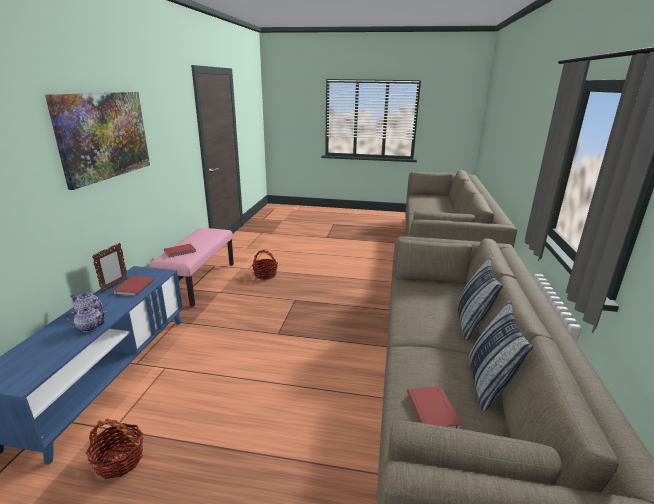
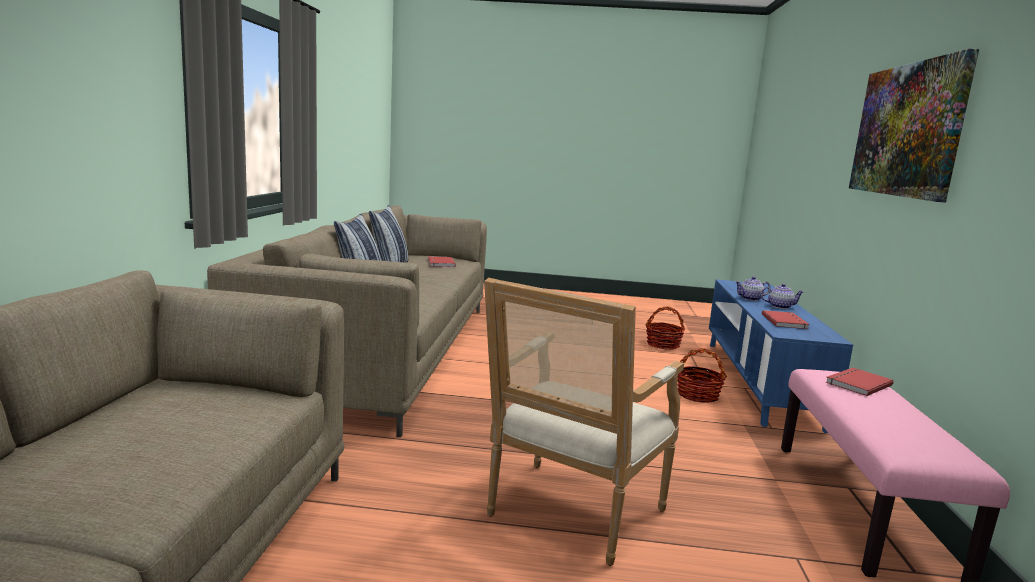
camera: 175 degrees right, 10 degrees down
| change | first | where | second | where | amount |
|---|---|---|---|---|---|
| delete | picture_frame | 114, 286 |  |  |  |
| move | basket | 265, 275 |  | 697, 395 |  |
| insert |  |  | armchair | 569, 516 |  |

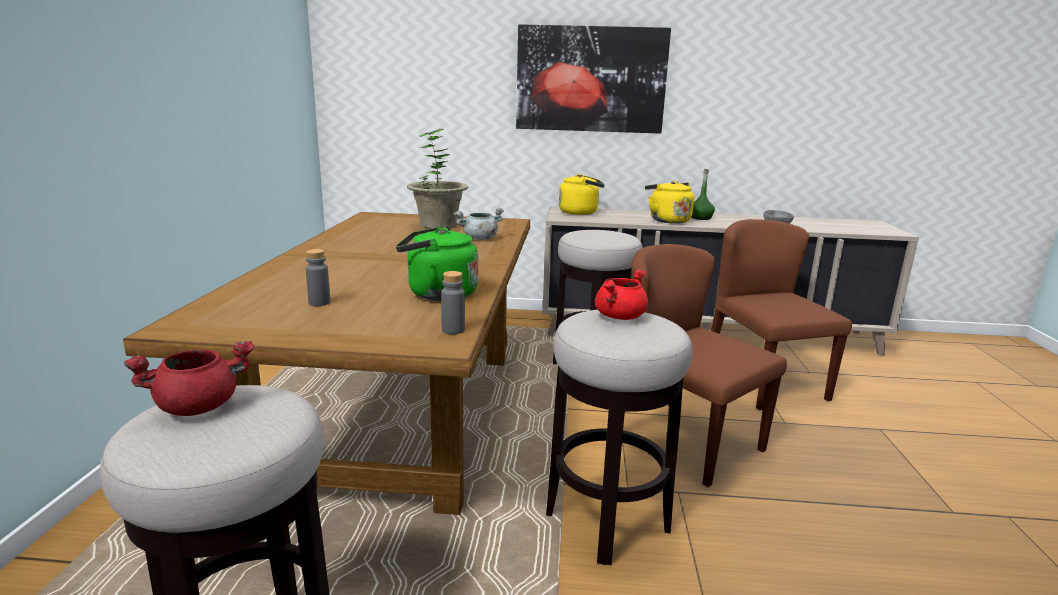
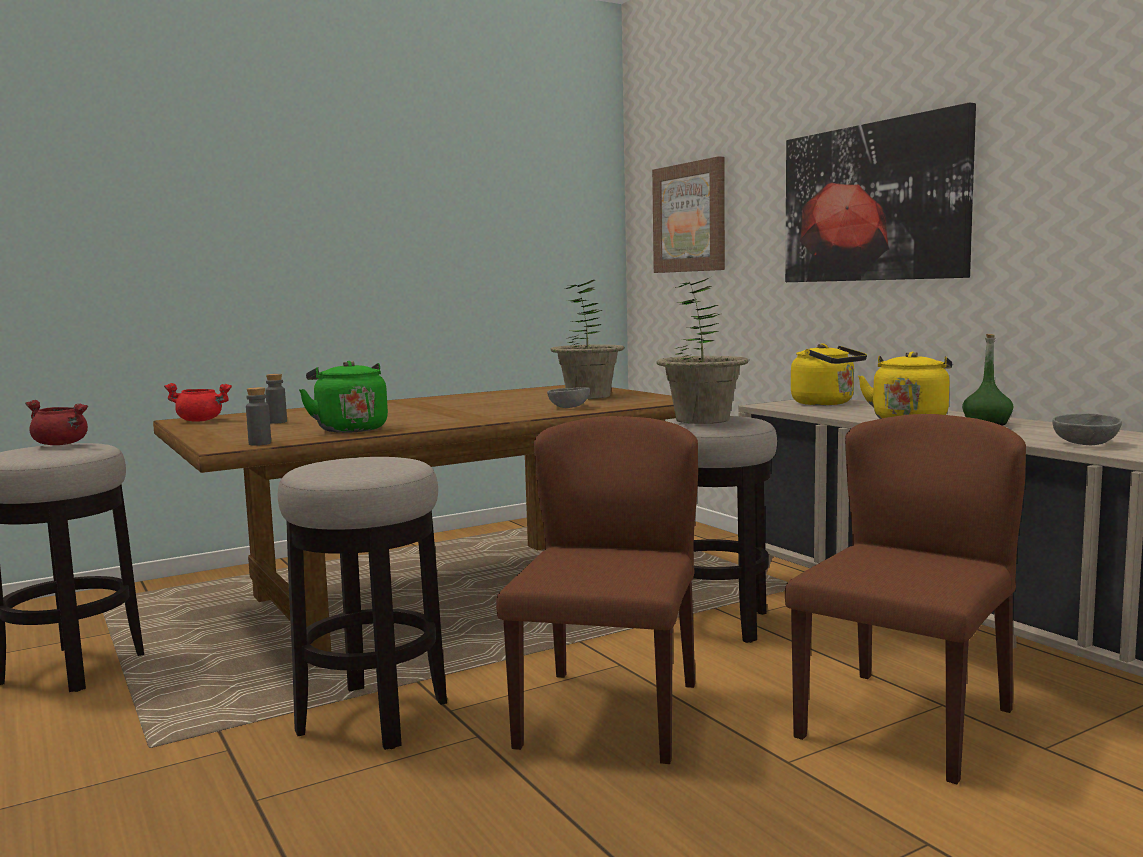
camera: 55 degrees right, 10 degrees down
| change | first | where | second | where | amount |
|---|---|---|---|---|---|
| replace | grey_cooking_pot | 479, 238 | grey_bowl | 568, 407 |  |
| move | red_cooking_pot | 619, 316 |  | 201, 421 |  |
| insert |  |  | picture | 690, 218 |  |
| insert |  |  | potted_plant | 702, 420 |  |

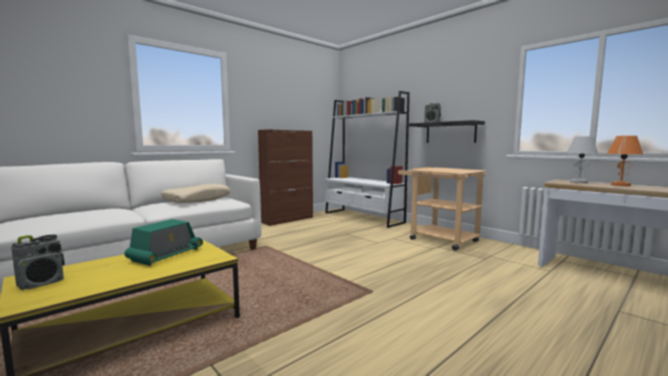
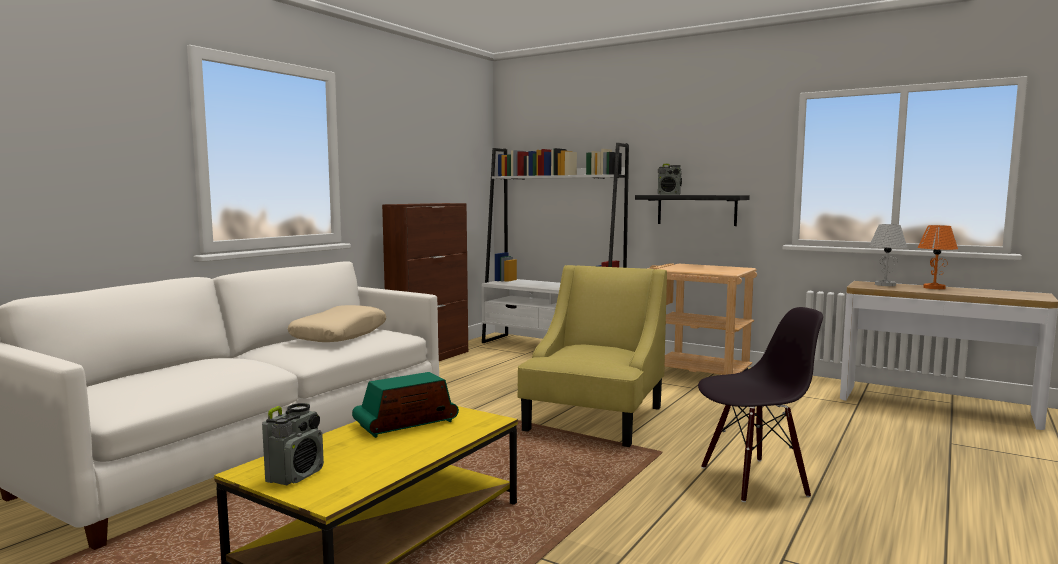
camera: 15 degrees left, 0 degrees up
| change | first | where | second | where | amount |
|---|---|---|---|---|---|
| rotate | radio | 166, 255 |  | 406, 423 | 135 degrees counterclockwise |
| insert |  |  | yellow_armchair | 594, 419 |  |
| insert |  |  | black_chair | 753, 480 |  |

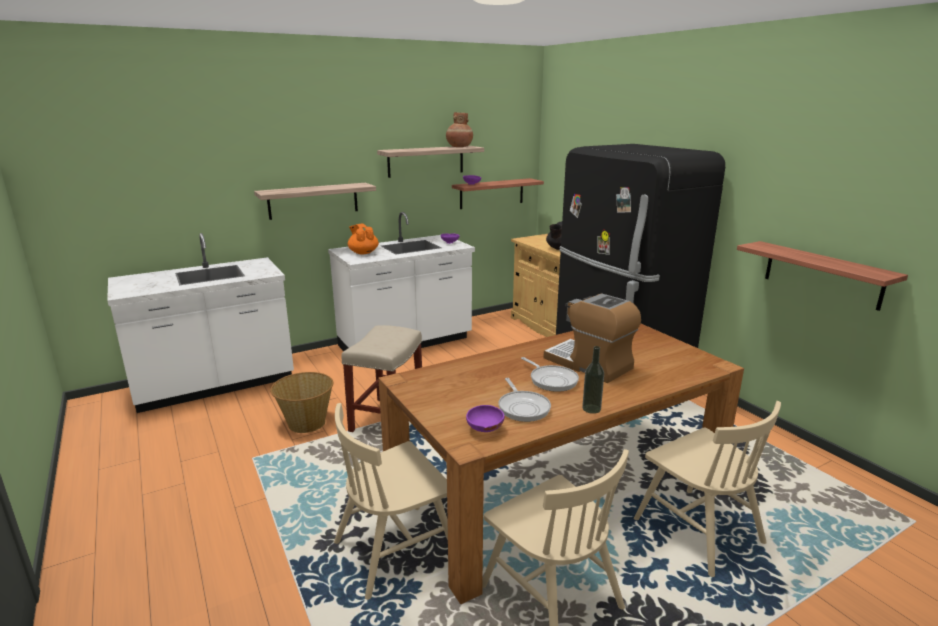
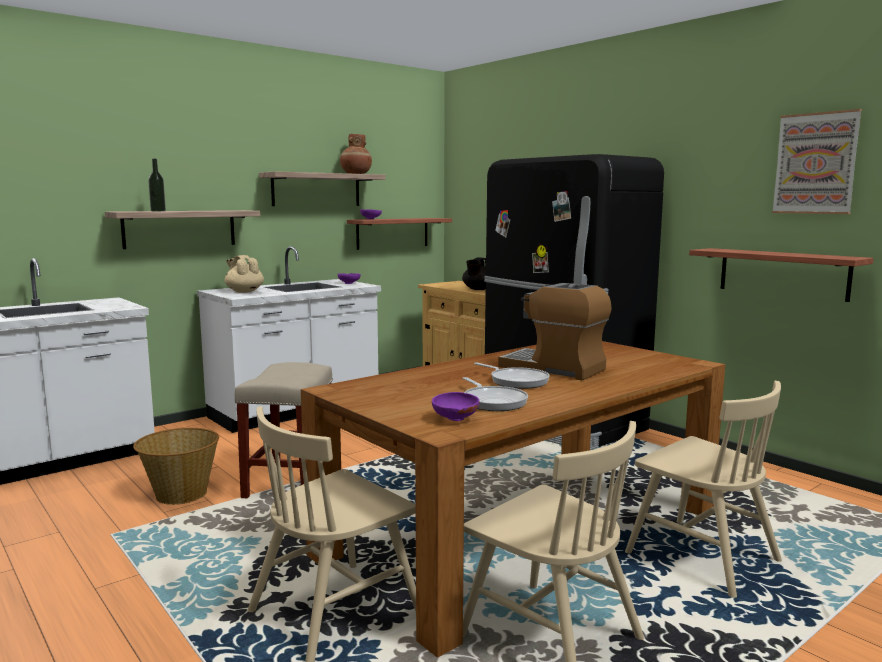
camera: 10 degrees left, 10 degrees down
| change | first | where | second | where | amount |
|---|---|---|---|---|---|
| recolor | orange_teapot | 363, 253 | beige_teapot | 244, 291 |  |
| move | bottle | 591, 409 |  | 158, 211 |  |
| insert |  |  | picture | 815, 163 |  |

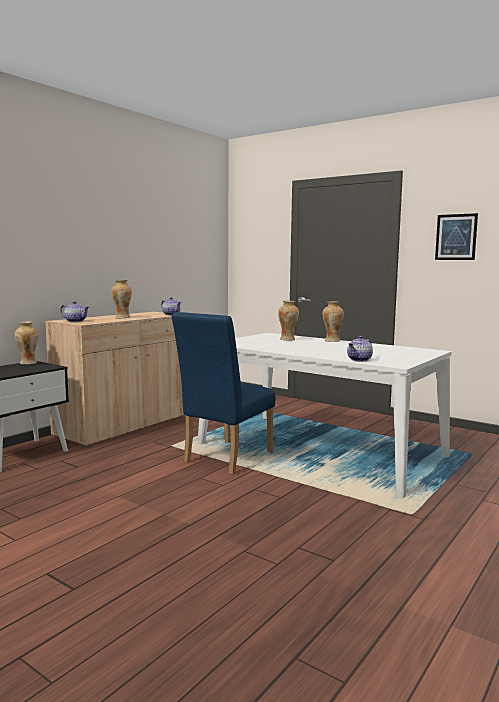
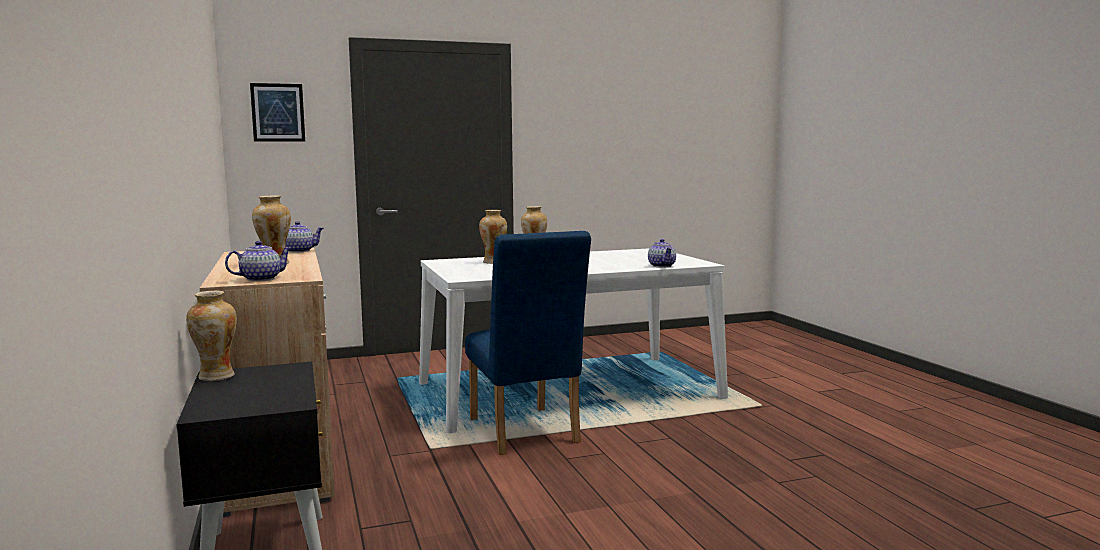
camera: 55 degrees left, 0 degrees up
| change | first | where | second | where | amount |
|---|---|---|---|---|---|
| move | picture | 456, 237 |  | 278, 112 |  |

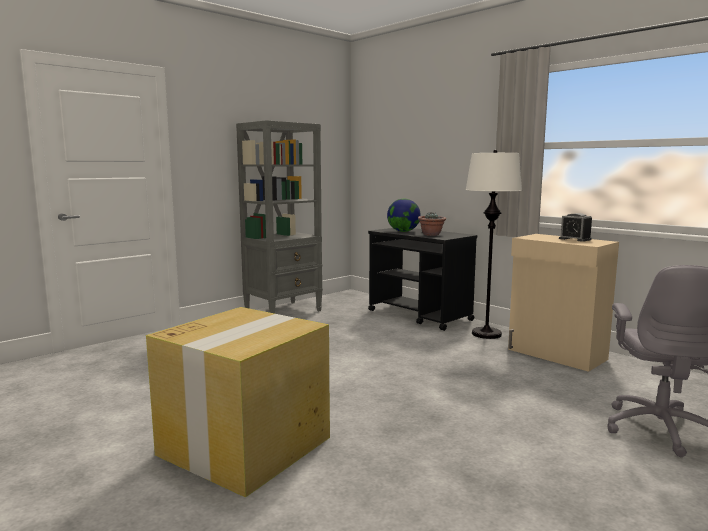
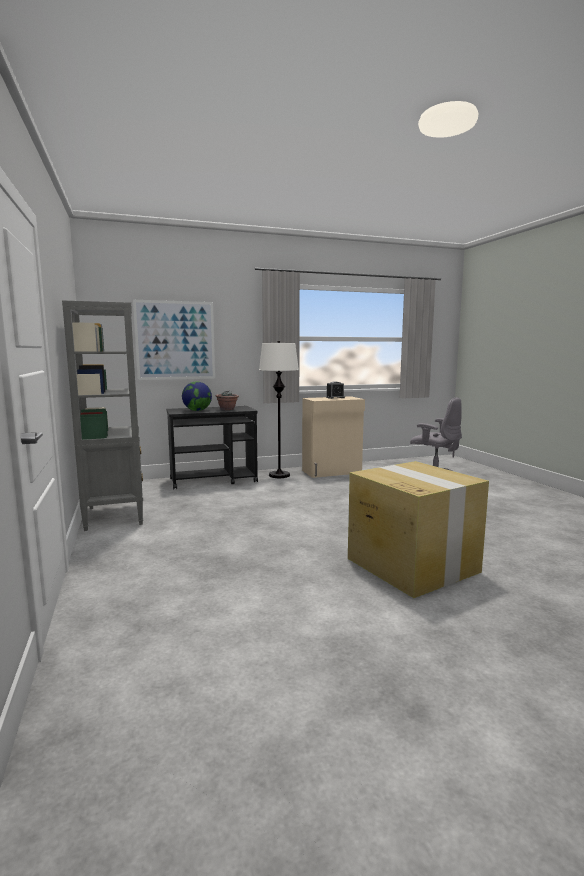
camera: 65 degrees left, 0 degrees up
| change | first | where | second | where | amount |
|---|---|---|---|---|---|
| insert |  |  | picture | 175, 340 |  |

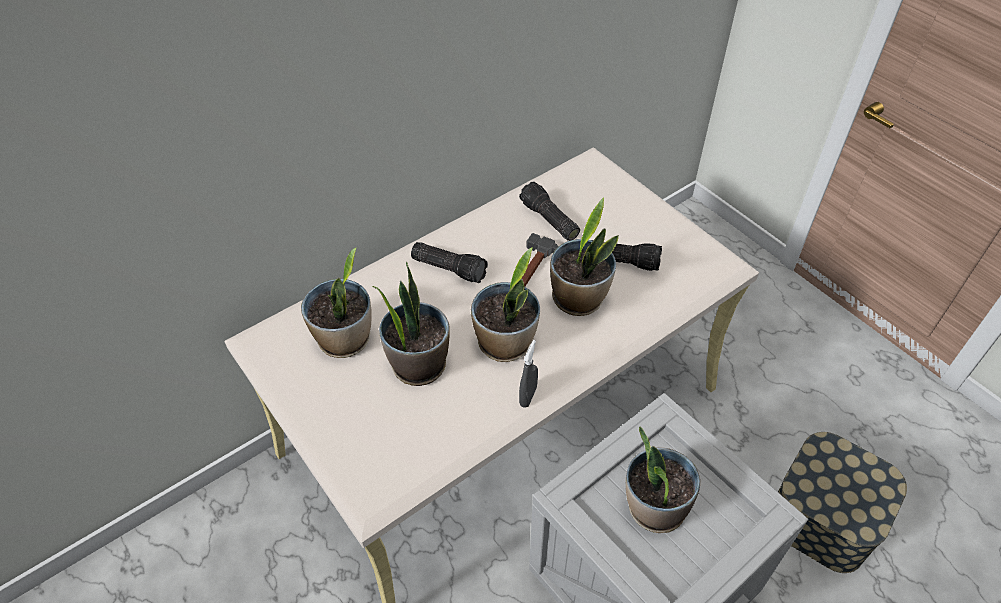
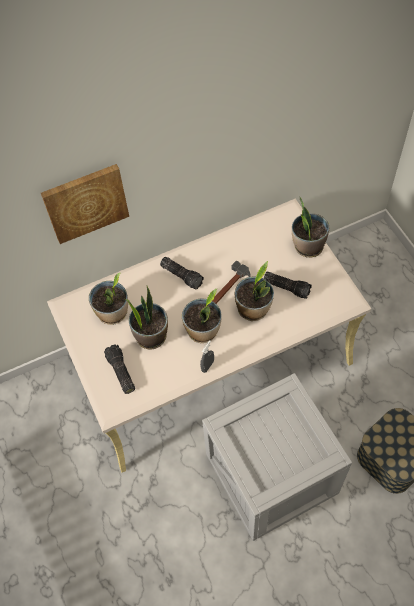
camera: 15 degrees right, 10 degrees up
| change | first | where | second | where | amount |
|---|---|---|---|---|---|
| move | flashlight | 548, 220 |  | 120, 372 |  |
| move | potted_plant | 654, 508 |  | 307, 246 |  |
| insert |  |  | picture | 86, 202 |  |

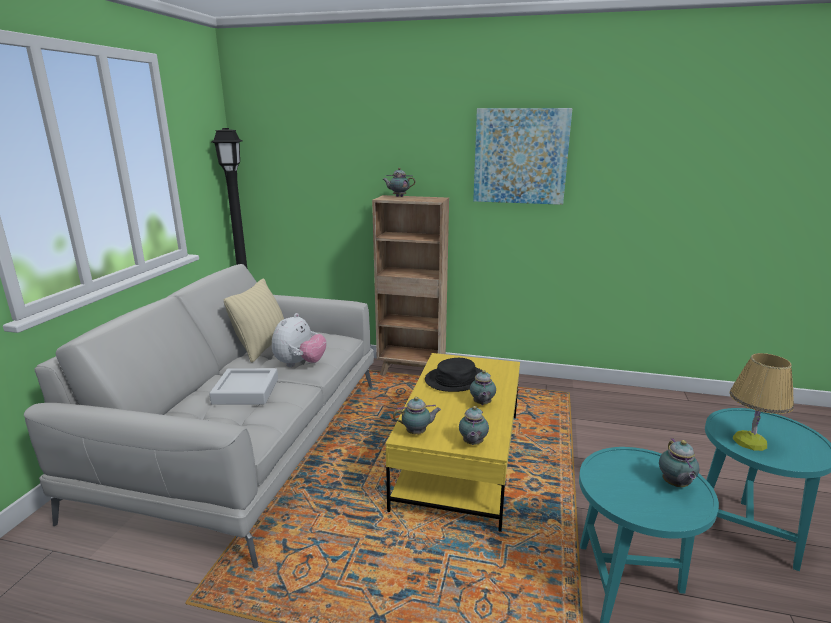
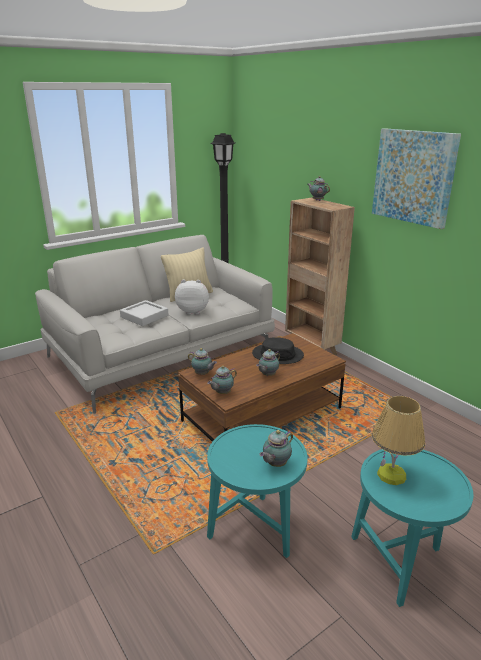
camera: 40 degrees right, 5 degrees up
| change | first | where | second | where | amount |
|---|---|---|---|---|---|
| rotate | plush_toy | 300, 364 |  | 193, 311 | 150 degrees counterclockwise |
| recolor | yellow_coffee_table | 459, 459 | brown_coffee_table | 262, 414 |  |

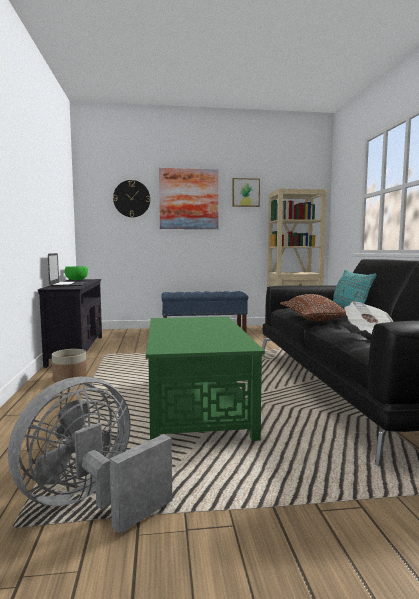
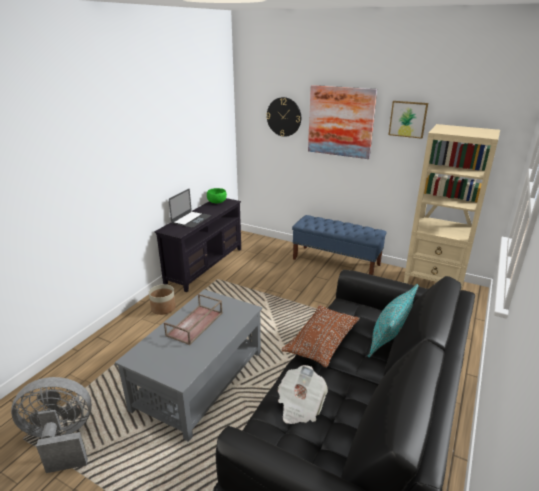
camera: 35 degrees right, 20 degrees up
| change | first | where | second | where | amount |
|---|---|---|---|---|---|
| recolor | green_coffee_table | 196, 406 | grey_coffee_table | 199, 380 |  |
| insert |  |  | brown_tray | 195, 324 |  |

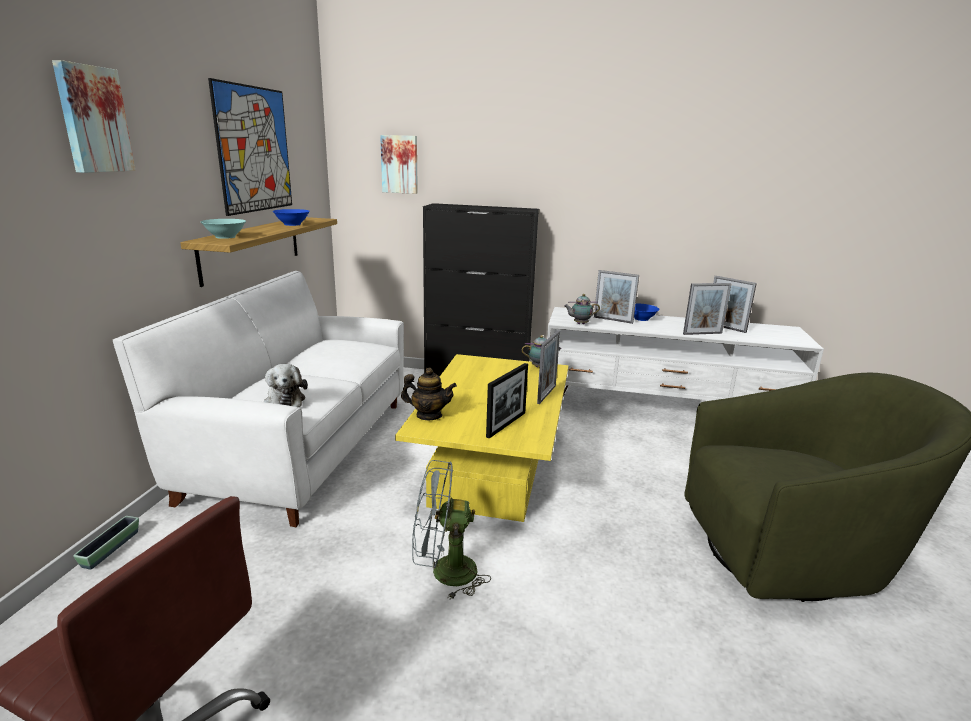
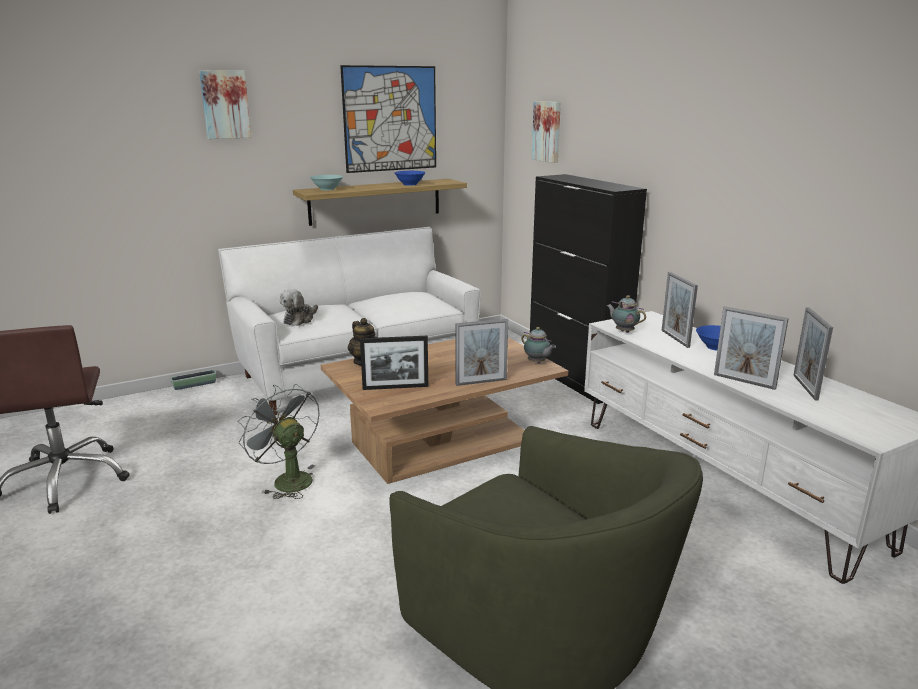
camera: 50 degrees right, 0 degrees up
| change | first | where | second | where | amount |
|---|---|---|---|---|---|
| recolor | yellow_coffee_table | 491, 467 | brown_coffee_table | 443, 442 |  |

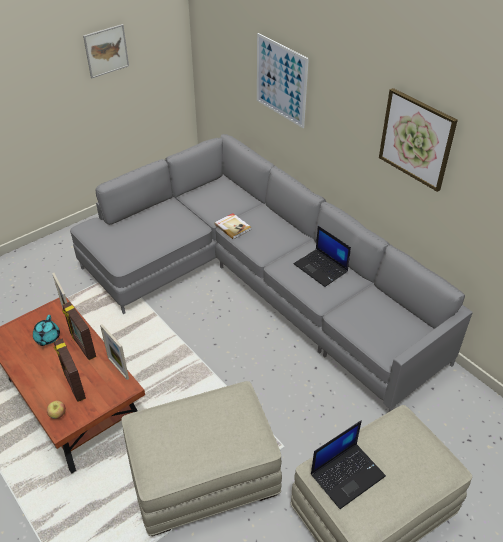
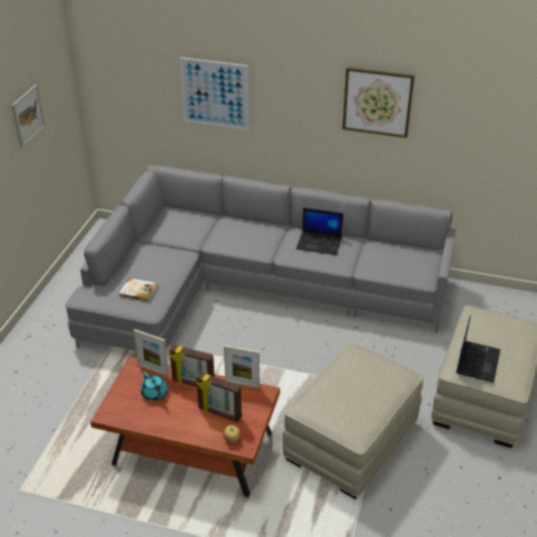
camera: 35 degrees left, 5 degrees down
| change | first | where | second | where | amount |
|---|---|---|---|---|---|
| move | book | 233, 227 |  | 138, 290 |  |

